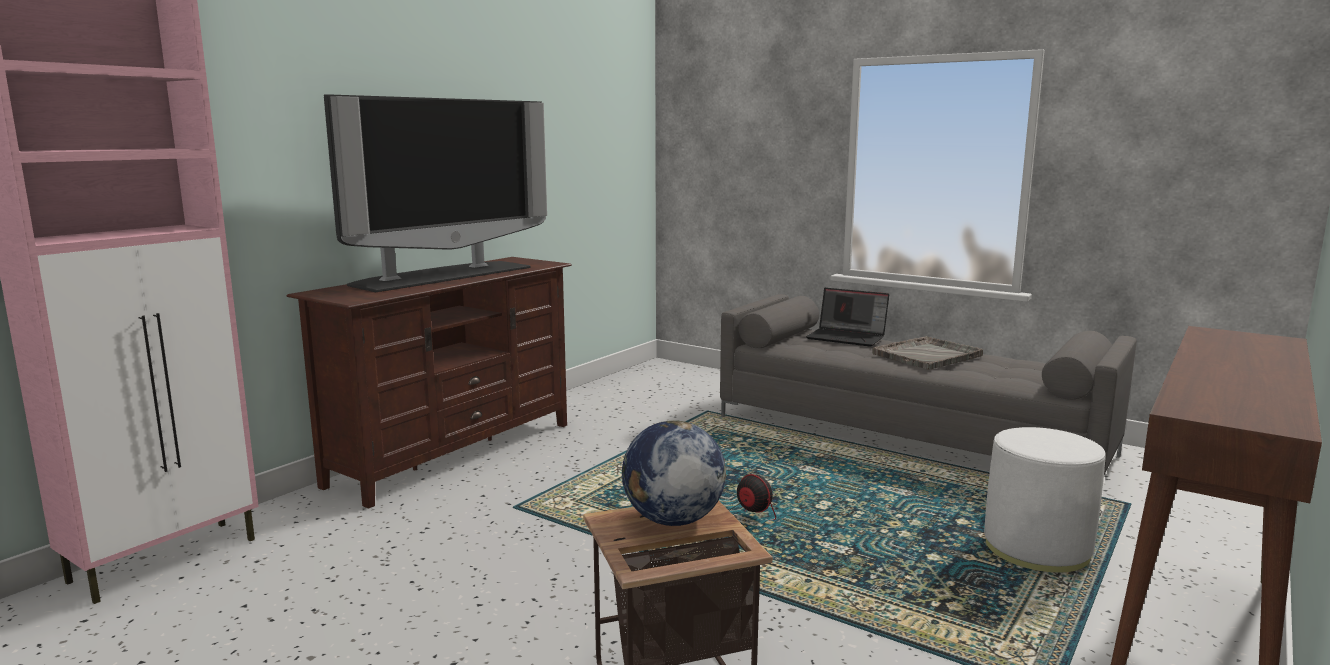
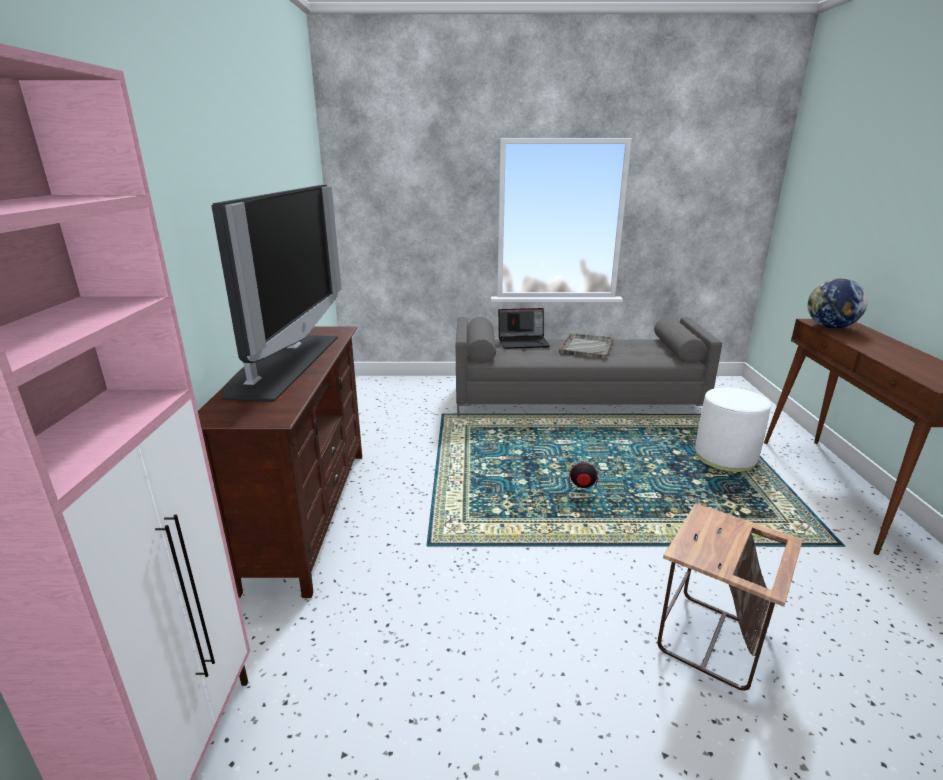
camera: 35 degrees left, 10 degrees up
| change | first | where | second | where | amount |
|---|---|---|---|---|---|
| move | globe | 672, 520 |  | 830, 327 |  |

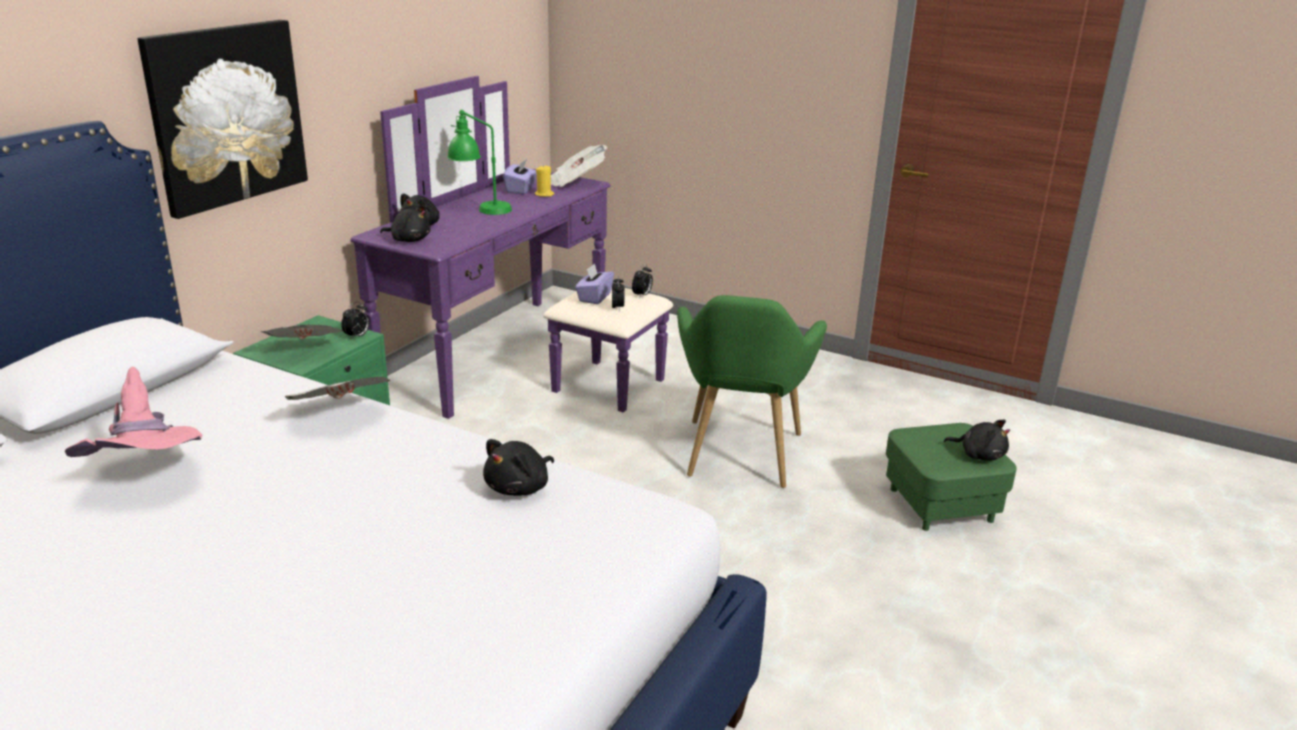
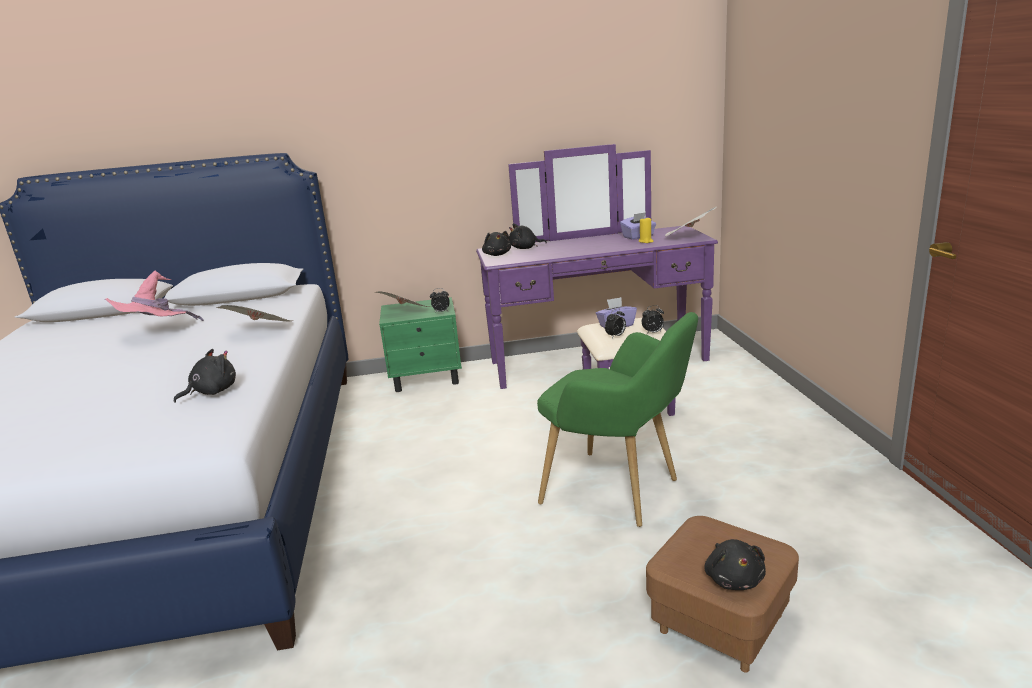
camera: 55 degrees right, 5 degrees down
| change | first | where | second | where | amount |
|---|---|---|---|---|---|
| delete | picture | 226, 115 |  |  |  |
| delete | green_table_lamp | 480, 209 |  |  |  |
| rotate | green_armchair | 739, 459 |  | 619, 492 | 120 degrees counterclockwise |
| recolor | green_ottoman | 940, 505 | brown_ottoman | 720, 623 |  |
| rotate | black_plush_toy | 519, 488 |  | 212, 392 | 135 degrees clockwise |

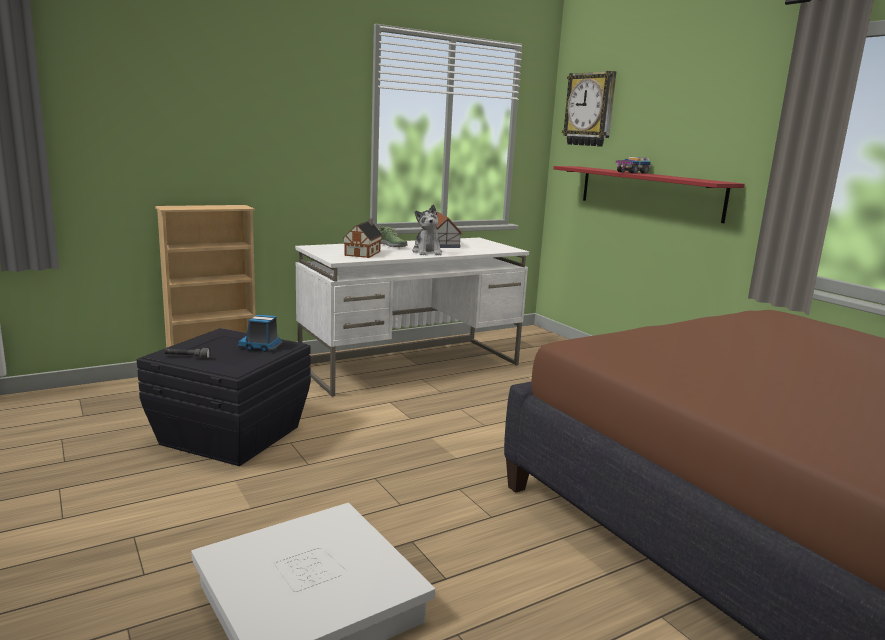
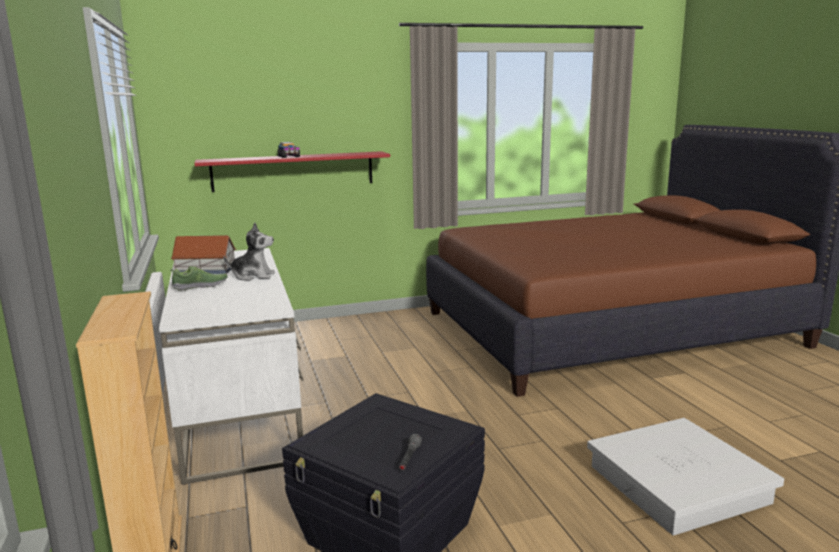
camera: 75 degrees left, 0 degrees up
| change | first | where | second | where | amount |
|---|---|---|---|---|---|
| delete | wall_clock | 590, 109 |  |  |  |
| delete | toy_house | 363, 253 |  |  |  |
| delete | toy_truck | 261, 347 |  |  |  |

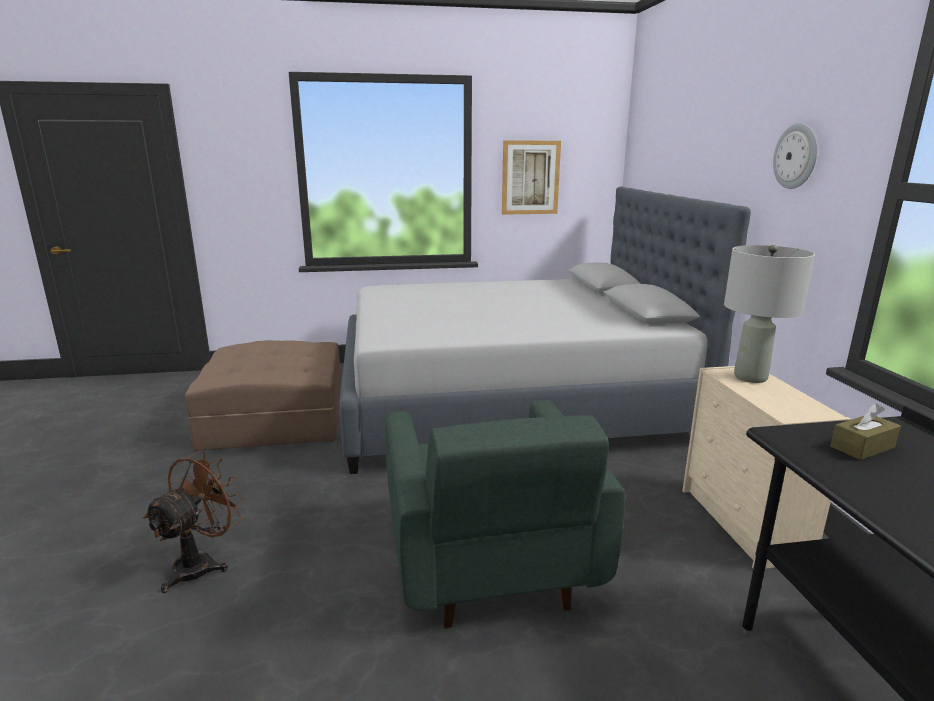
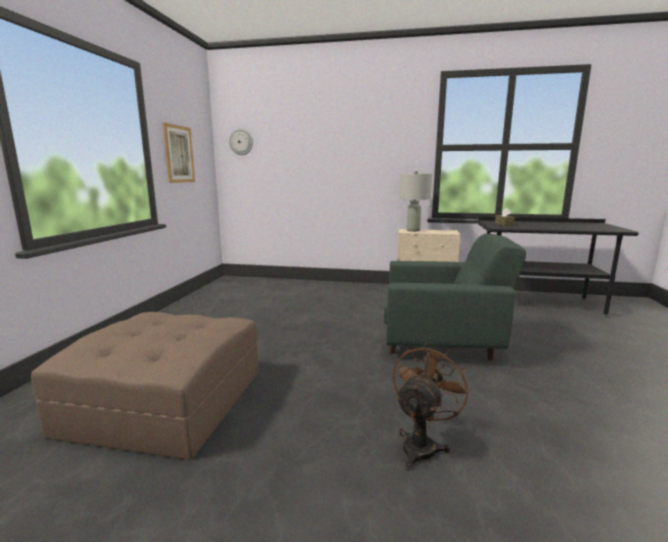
camera: 70 degrees left, 5 degrees down
| change | first | where | second | where | amount |
|---|---|---|---|---|---|
| move | wall_clock | 796, 156 |  | 241, 142 |  |
| delete | grey_bed | 508, 402 |  |  |  |
| rotate | brown_fan | 202, 564 |  | 422, 444 | 75 degrees clockwise |

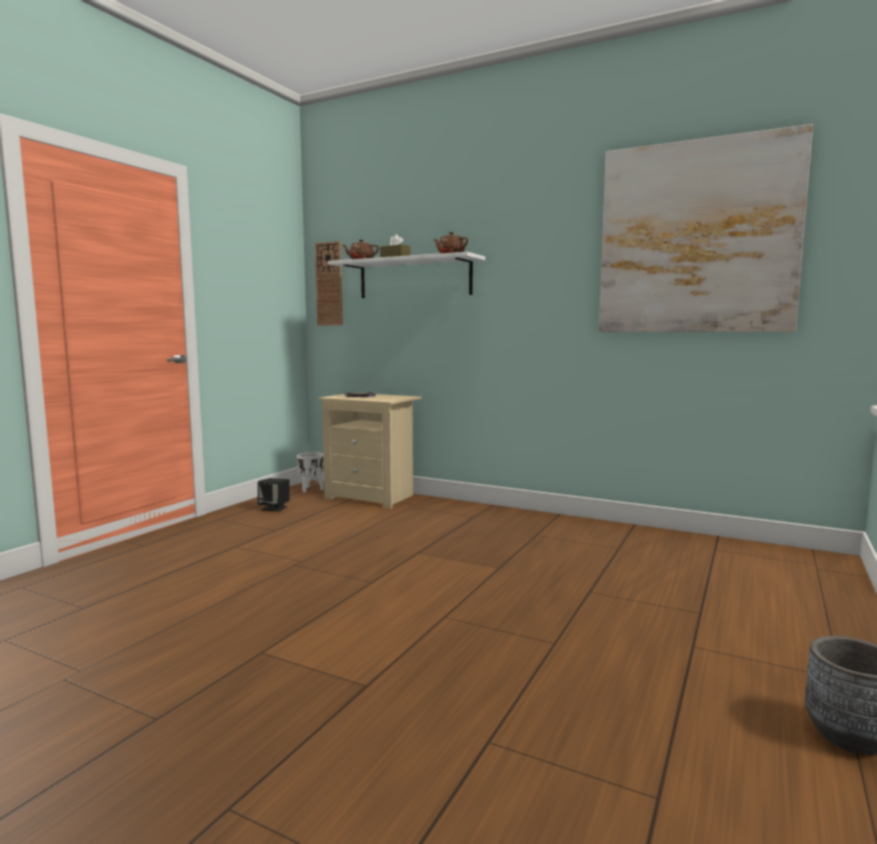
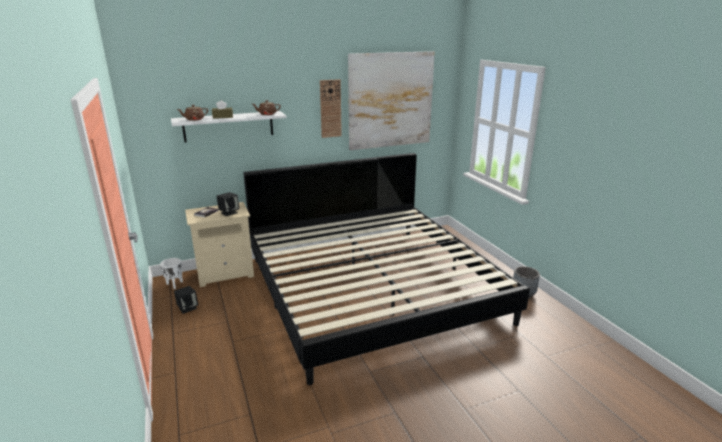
camera: 50 degrees left, 15 degrees up
| change | first | where | second | where | amount |
|---|---|---|---|---|---|
| move | wall_clock | 329, 284 |  | 330, 108 |  |
| insert |  |  | bed | 371, 288 |  |
| insert |  |  | black_speaker | 229, 212 |  |

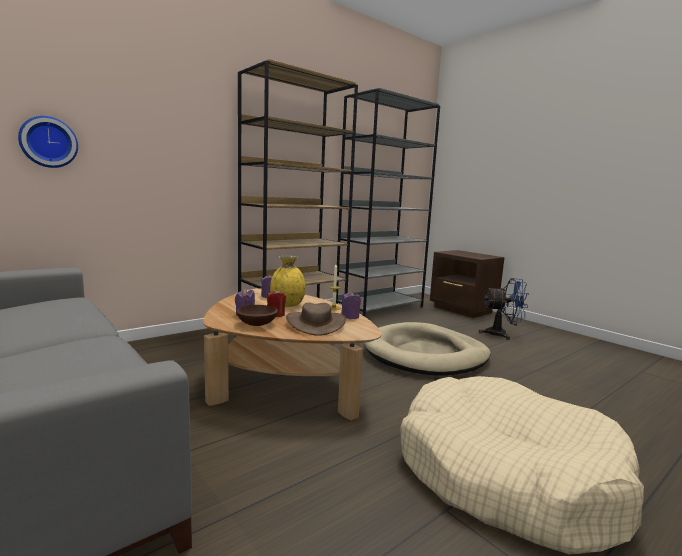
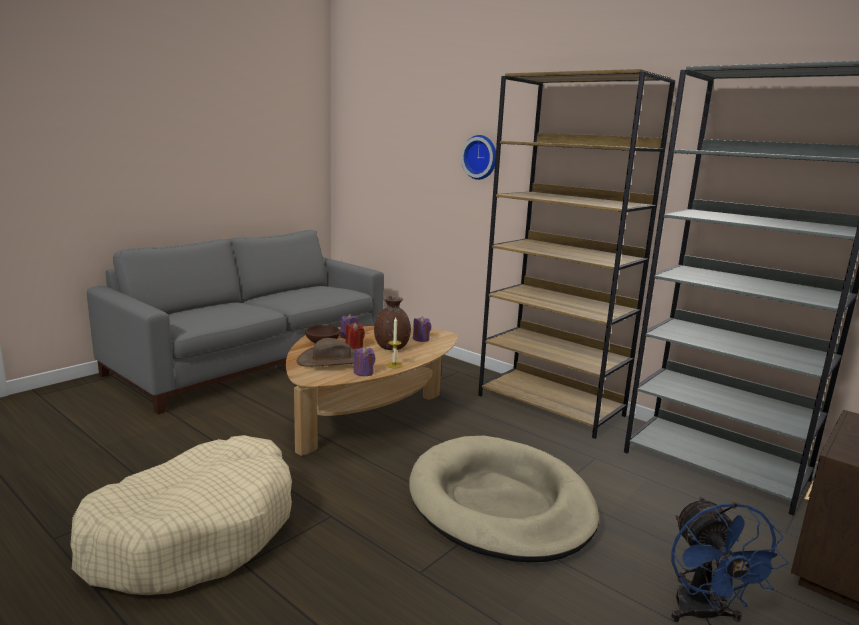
camera: 80 degrees right, 5 degrees up
| change | first | where | second | where | amount |
|---|---|---|---|---|---|
| move | wall_clock | 48, 142 |  | 481, 157 |  |
| recolor | yellow_vase | 287, 305 | brown_vase | 391, 347 |  |

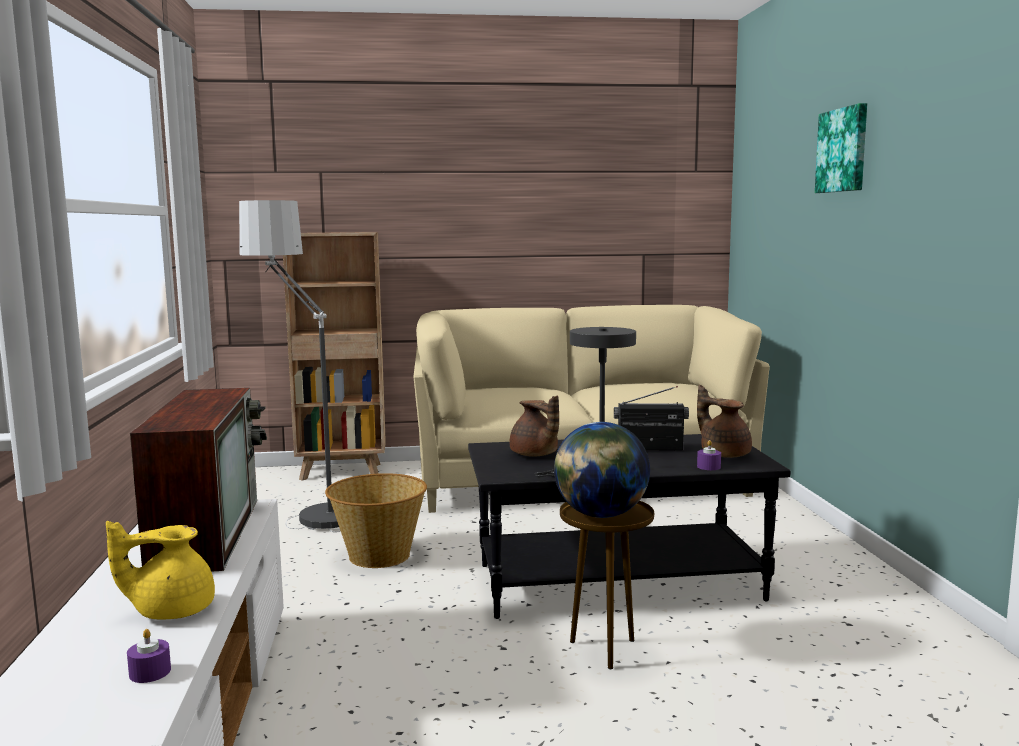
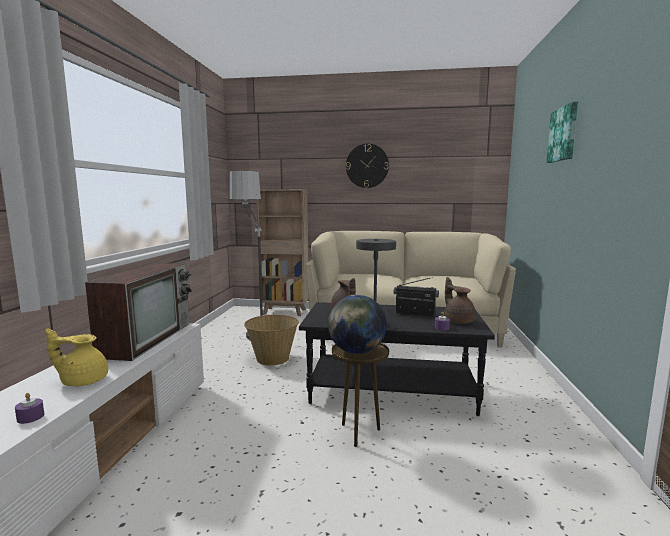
camera: 15 degrees right, 0 degrees up
| change | first | where | second | where | amount |
|---|---|---|---|---|---|
| insert |  |  | wall_clock | 367, 166 |  |

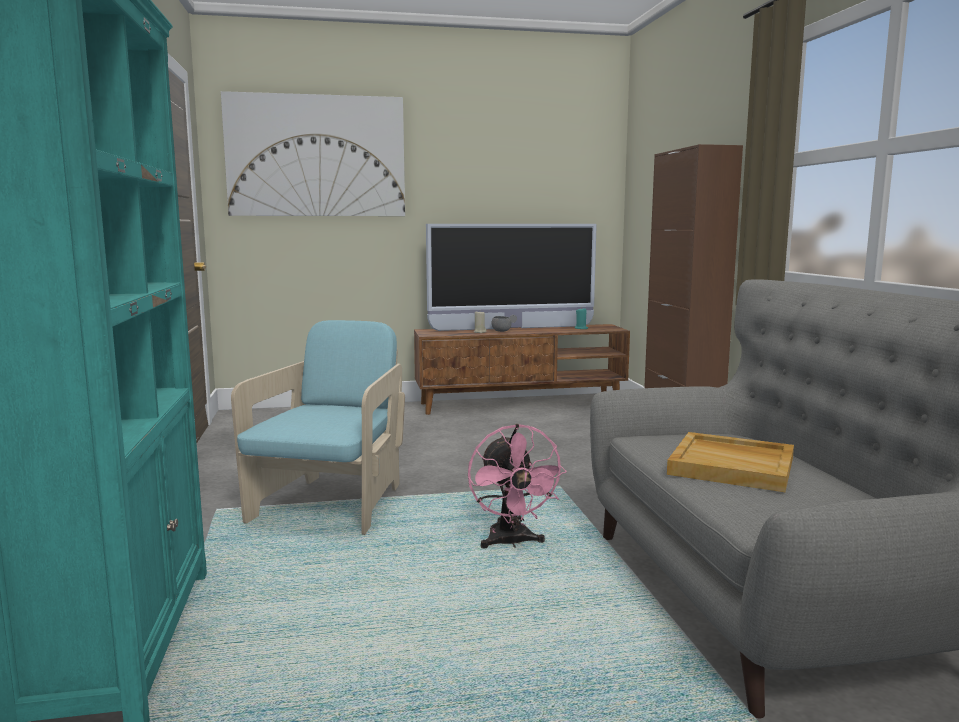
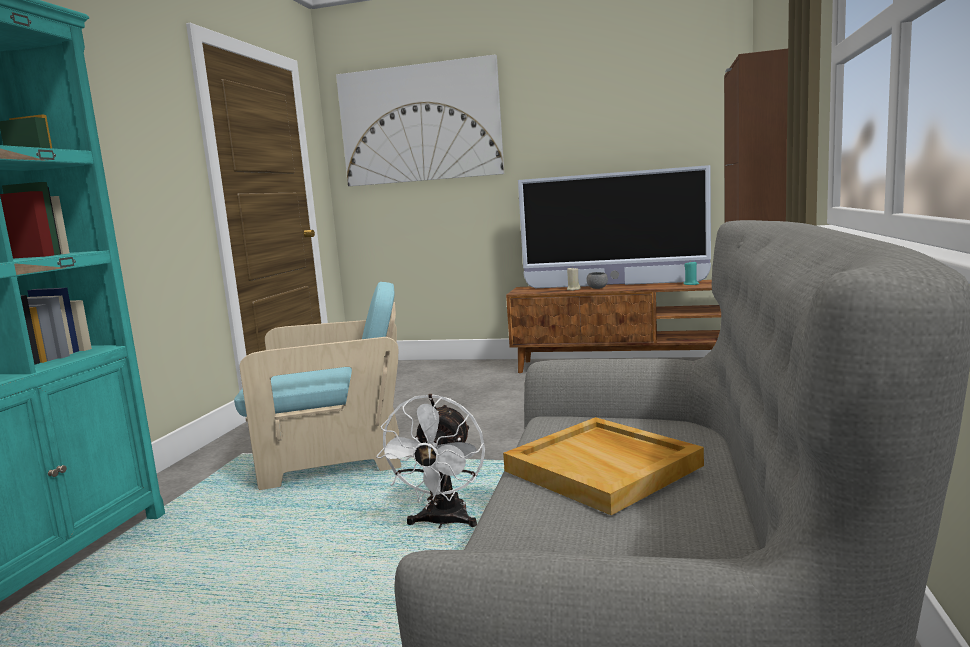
camera: 25 degrees right, 0 degrees up
| change | first | where | second | where | amount |
|---|---|---|---|---|---|
| rotate | turquoise_armchair | 331, 504 |  | 333, 459 | 45 degrees clockwise |
| recolor | pink_fan | 511, 543 | white_fan | 443, 522 |  |

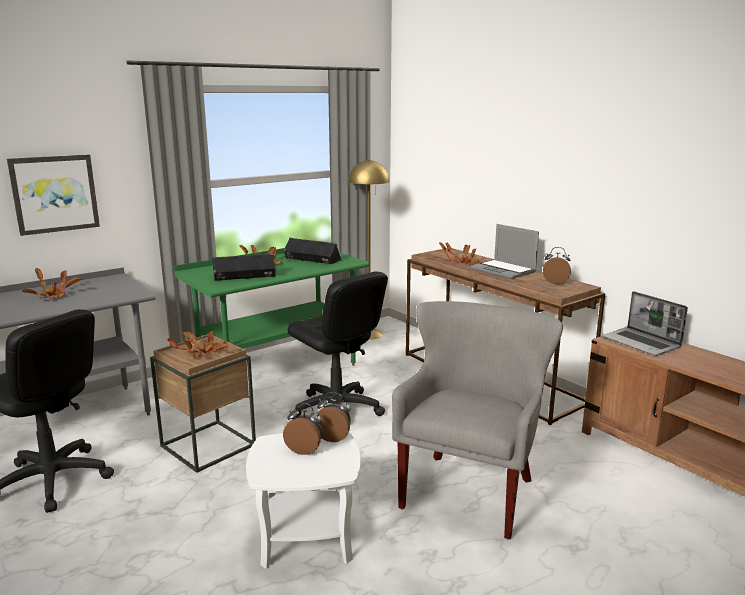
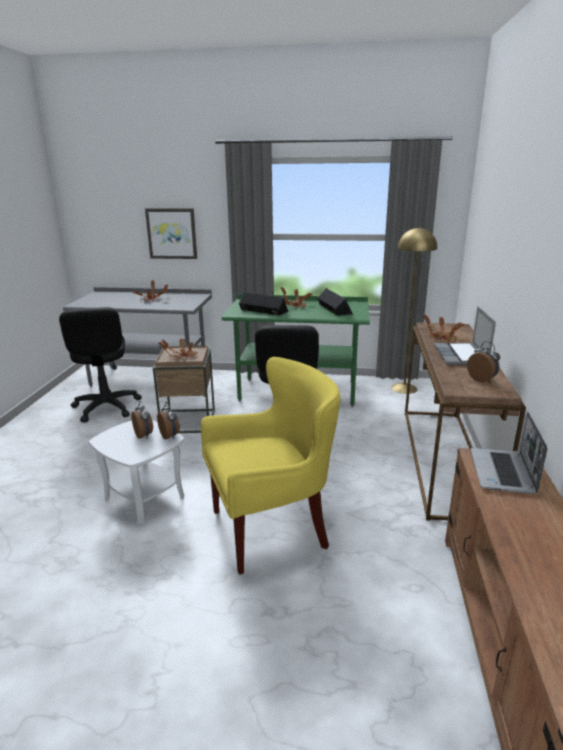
camera: 45 degrees right, 5 degrees up
| change | first | where | second | where | amount |
|---|---|---|---|---|---|
| recolor | grey_armchair | 470, 492 | yellow_armchair | 272, 529 |  |

